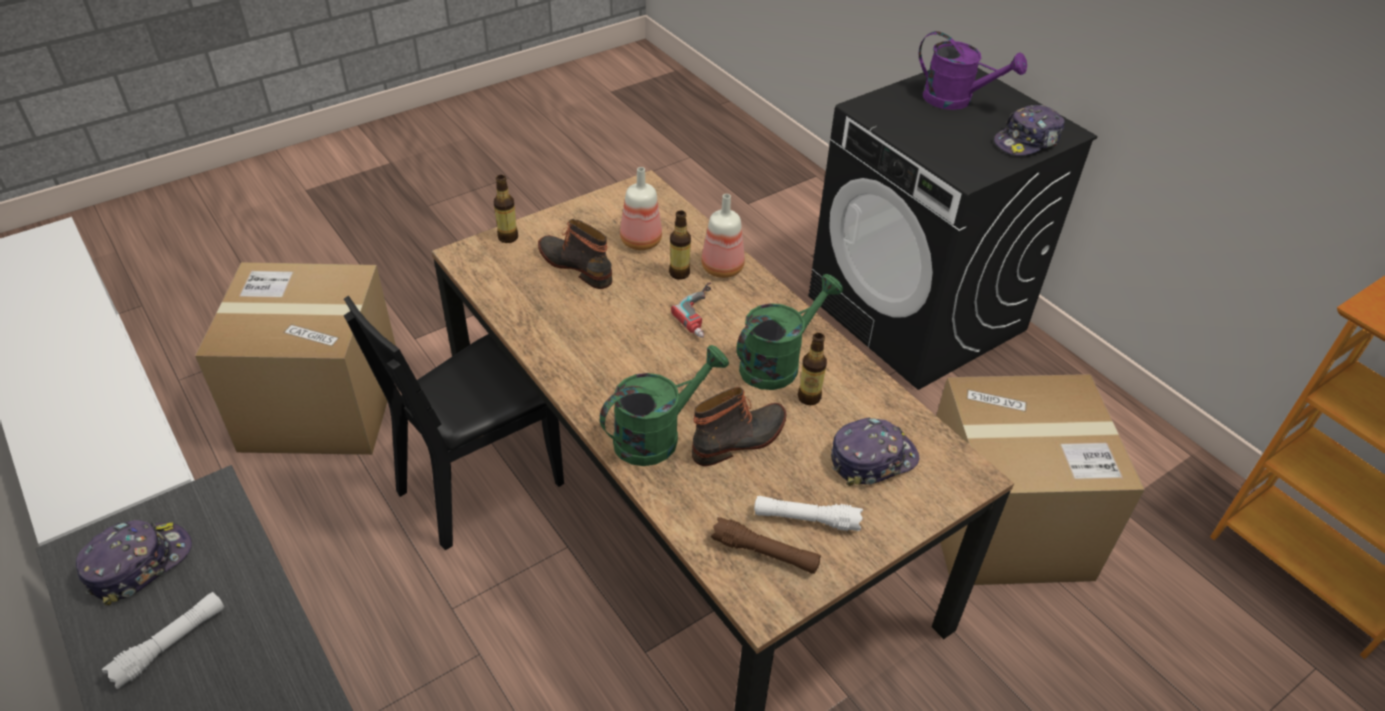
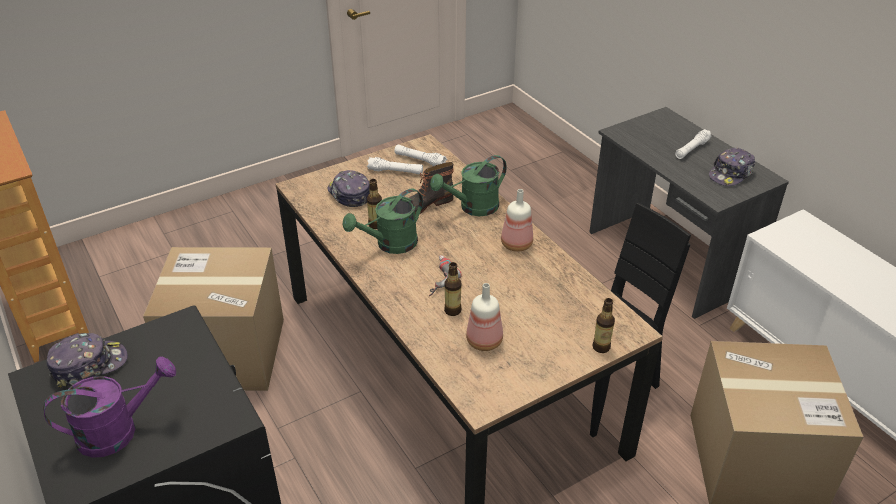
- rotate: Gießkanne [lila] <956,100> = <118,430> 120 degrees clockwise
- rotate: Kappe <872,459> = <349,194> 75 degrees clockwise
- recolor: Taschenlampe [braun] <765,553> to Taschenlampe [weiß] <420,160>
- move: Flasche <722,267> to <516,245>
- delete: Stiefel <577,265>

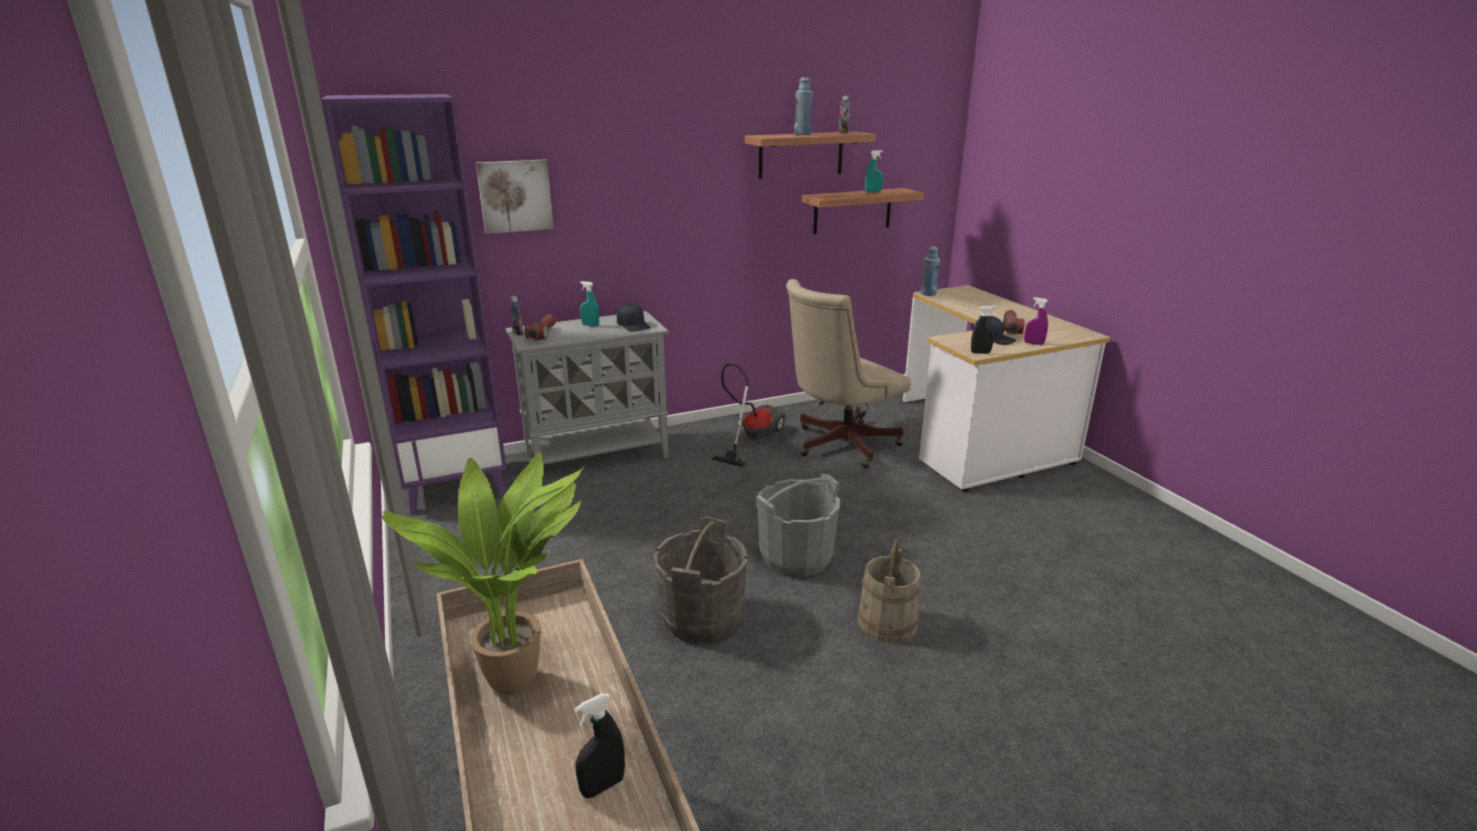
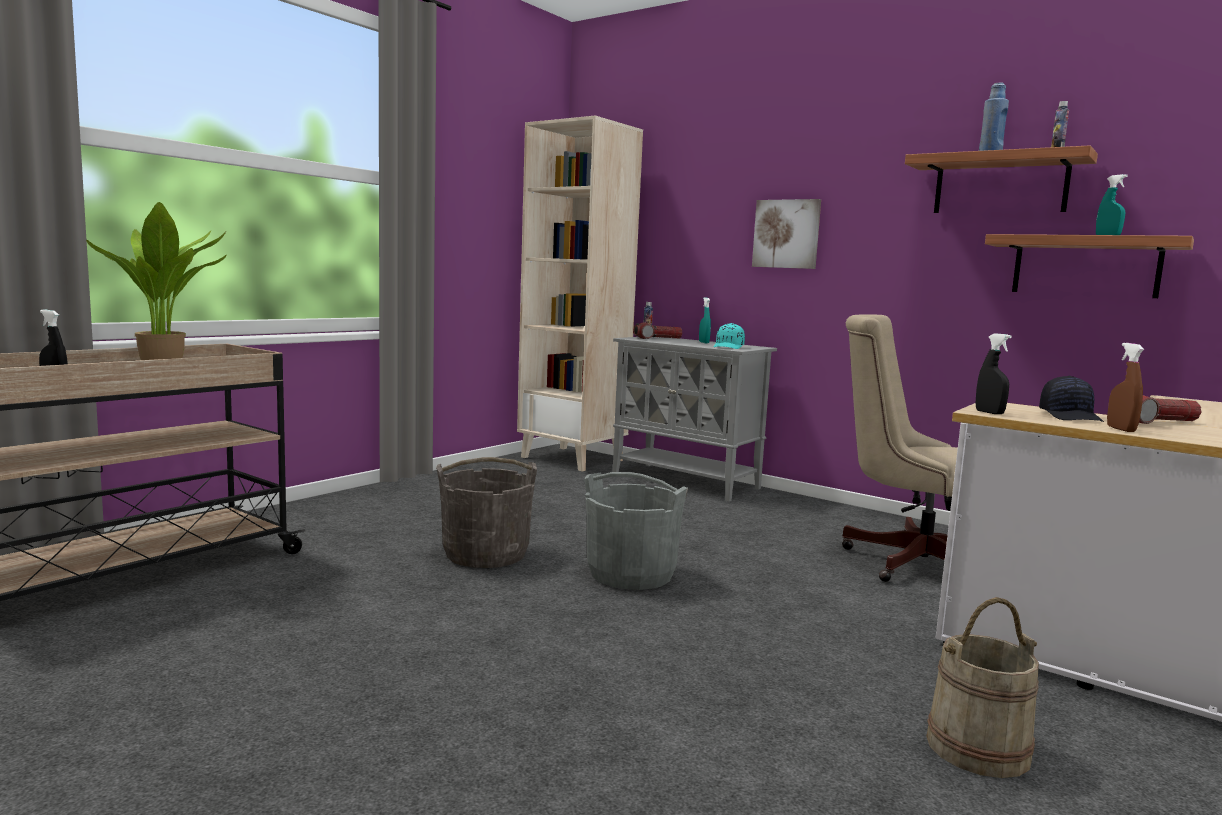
- recolor: Bücherregal [lila] <457,486> to Bücherregal [beige] <573,459>
- recolor: Kappe [schwarz] <634,326> to Kappe [türkis] <729,347>
- move: Bild <515,196> to <786,234>
- move: Eimer [beige] <888,622> to <978,748>
- recolor: Sprühflasche [lila] <1033,343> to Sprühflasche [braun] <1121,429>
- delete: Staubsauger <751,438>
- delete: Flasche [blau] <928,294>

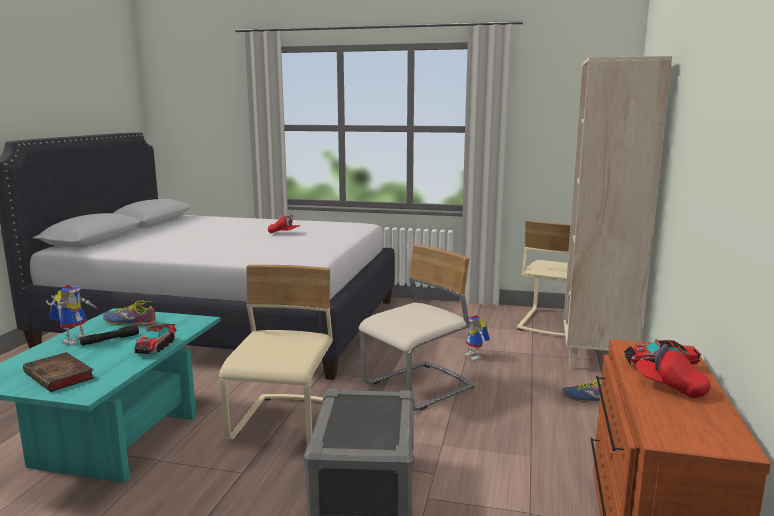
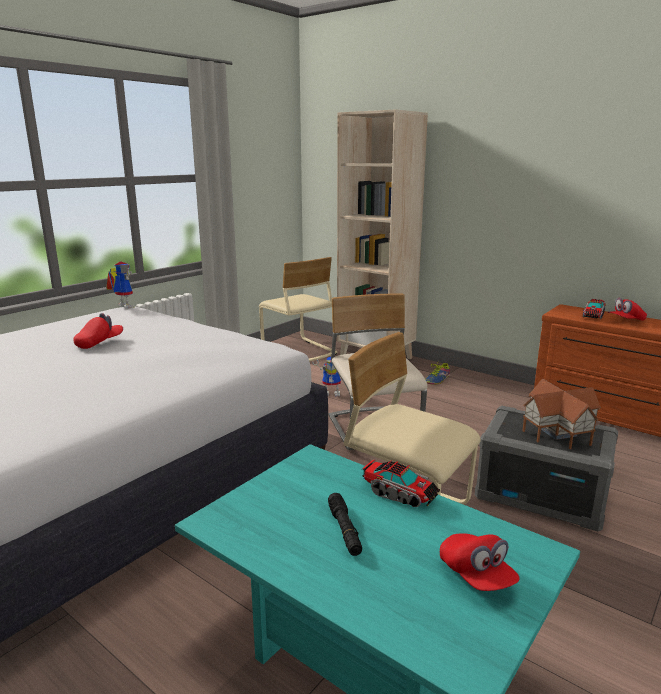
- move: Spielzeugroboter <75,339> to <122,307>
- replace: Buch <60,376> to Kappe [rot] <476,576>
- insert: Spielzeughaus <557,432>
- delete: Schuh <129,322>

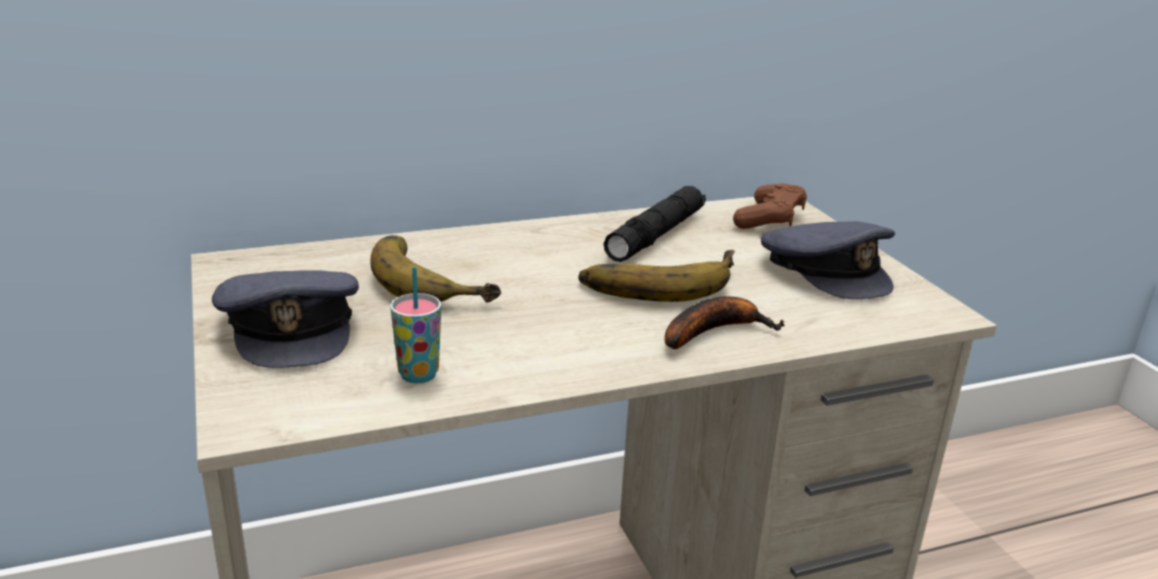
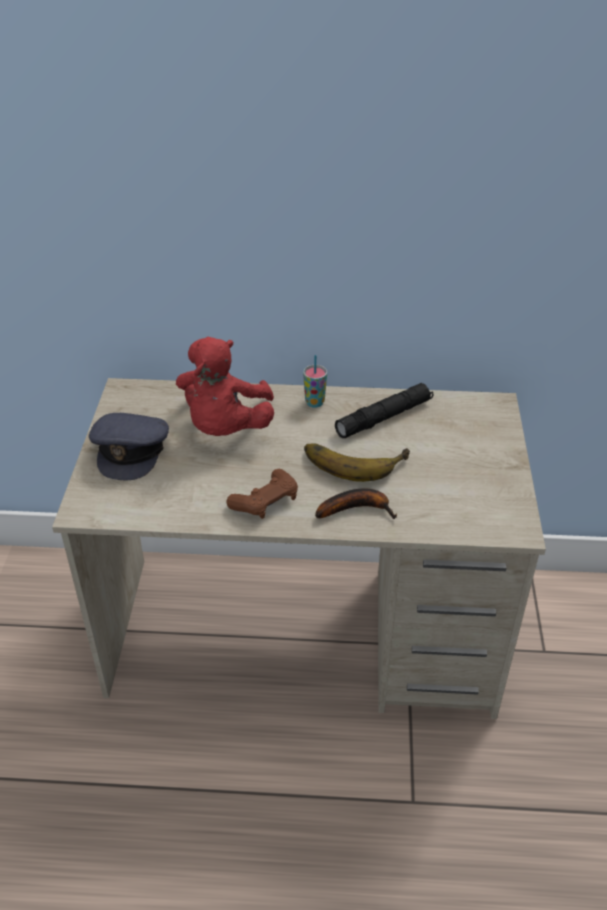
- replace: Banane <434,278> to Plüschtier [rot] <225,428>
- move: Gamepad [braun] <769,219> to <265,502>
- move: Tasse <418,375> to <314,402>
- delete: Kappe [grau] <827,270>

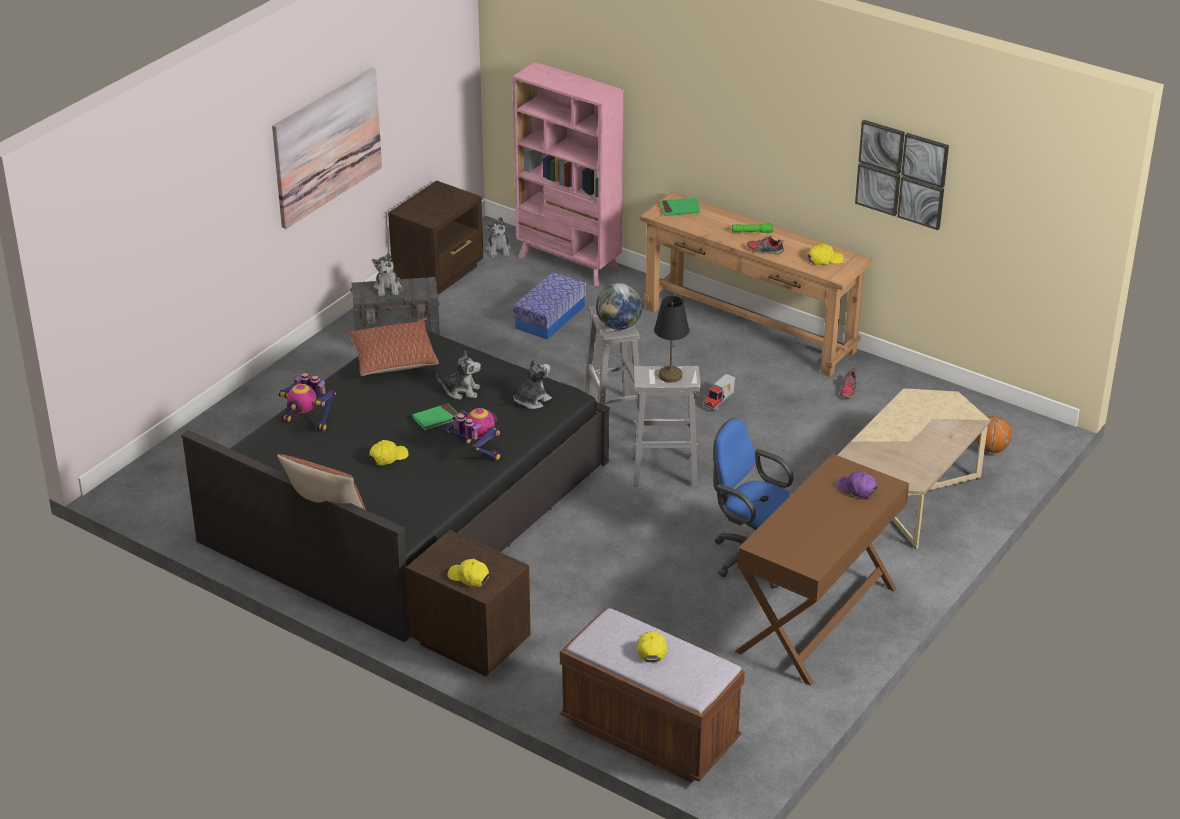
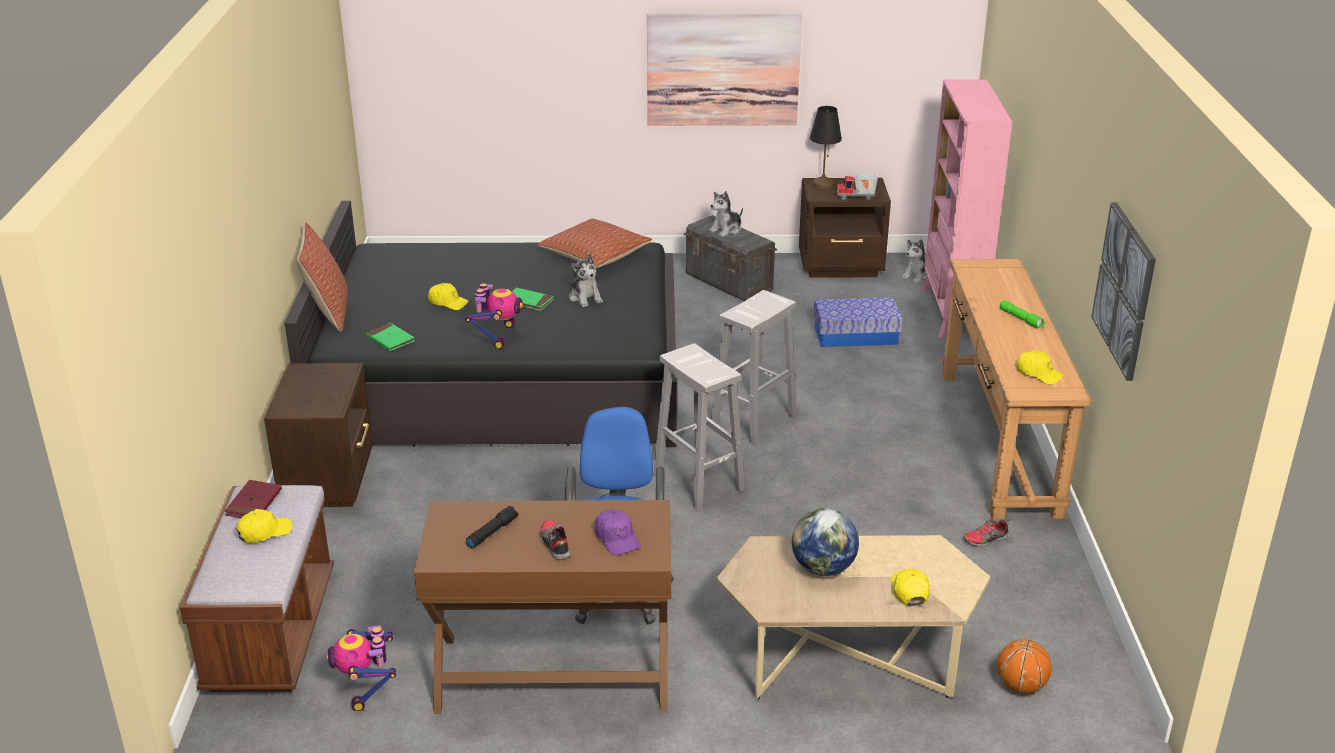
- insert: Buch [rot] <254,503>
- move: Spielzeugroboter <307,422> to <367,688>
- move: Buch [grün] <680,209> to <390,339>
- insert: Taschenlampe [schwarz] <492,532>
- move: Schuh <764,251> to <554,545>
- rotate: Kappe [lila] <856,489> = <617,538> 150 degrees clockwise
- move: Globus <619,326> to <823,569>
- move: Tischlampe [schwarz] <670,376> to <822,185>
- move: Spielzeuglaster <720,403> to <856,197>
- move: Kappe [gelb] <469,577> to <909,591>
- delete: Plüschtier <532,401>

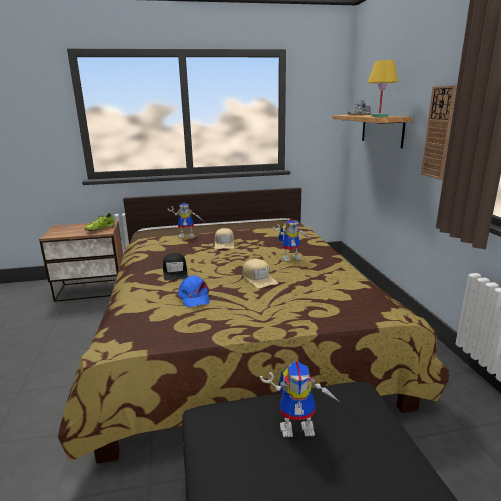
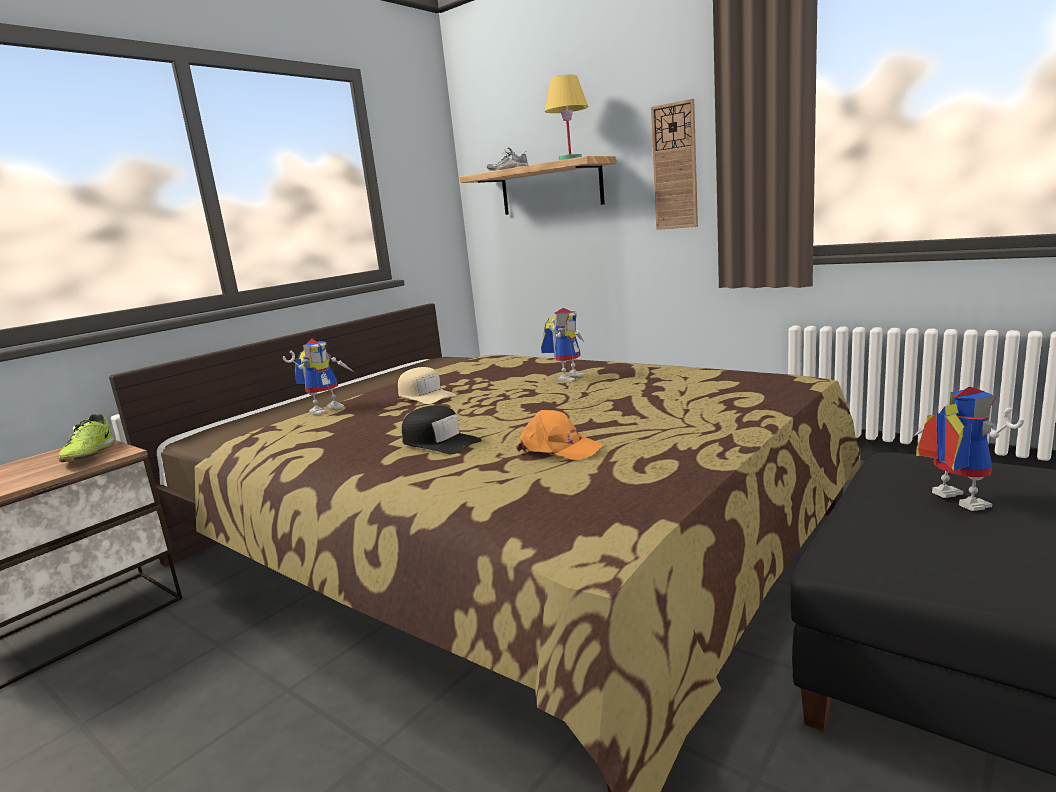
- recolor: Kappe [blau] <194,297> to Kappe [orange] <558,449>
- rotate: Spielzeugroboter <299,426> = <950,500> 60 degrees counterclockwise
- delete: Kappe [beige] <258,278>

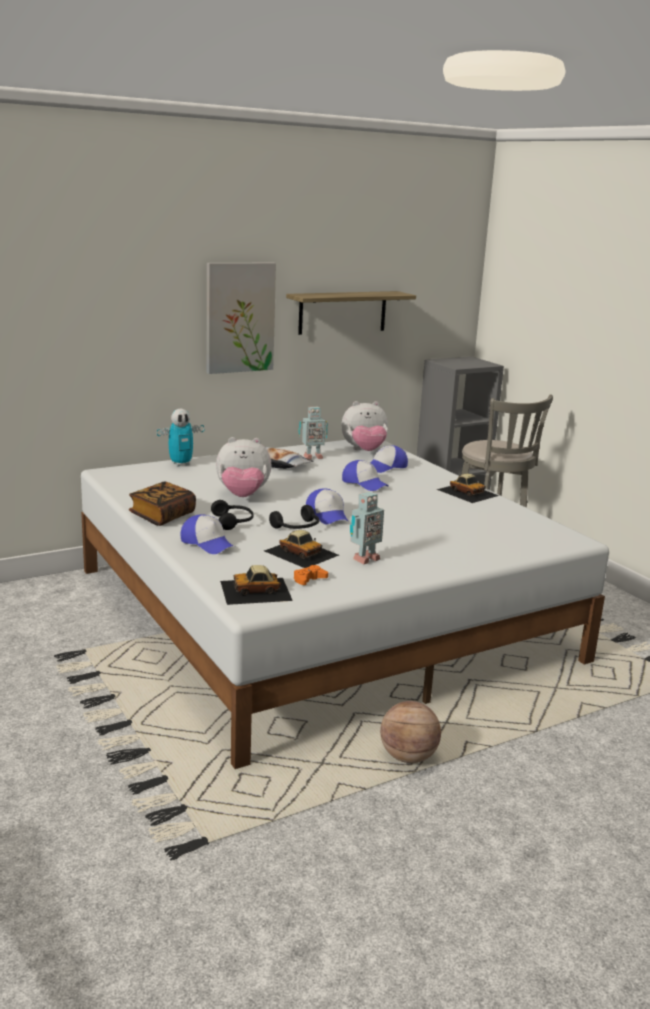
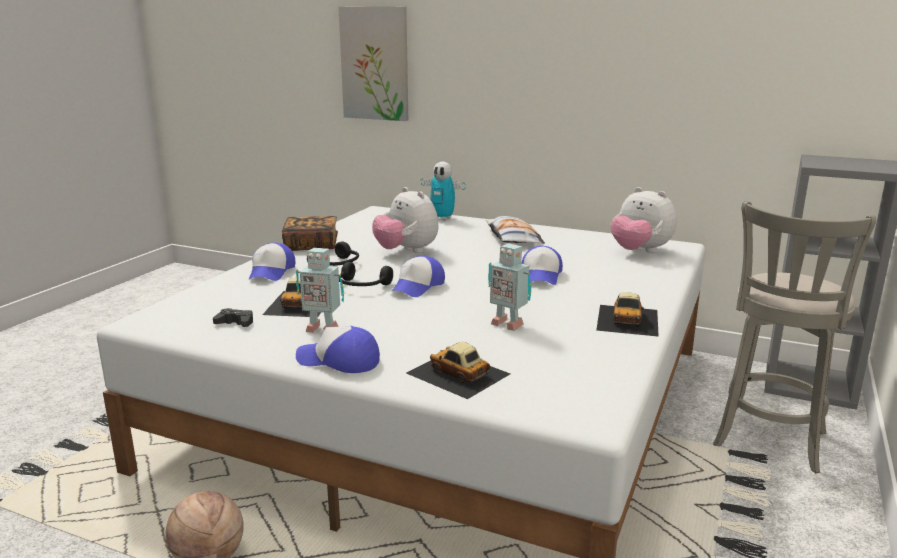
- recolor: Gamepad [orange] <309,579> to Gamepad [schwarz] <235,323>
- move: Kappe <386,467> to <339,361>
- move: Bild <239,317> to <375,63>
- move: Spielzeugauto <256,590> to <458,373>
- move: Spielzeugroboter <312,457> to <507,323>
- delete: Wandregal <342,312>

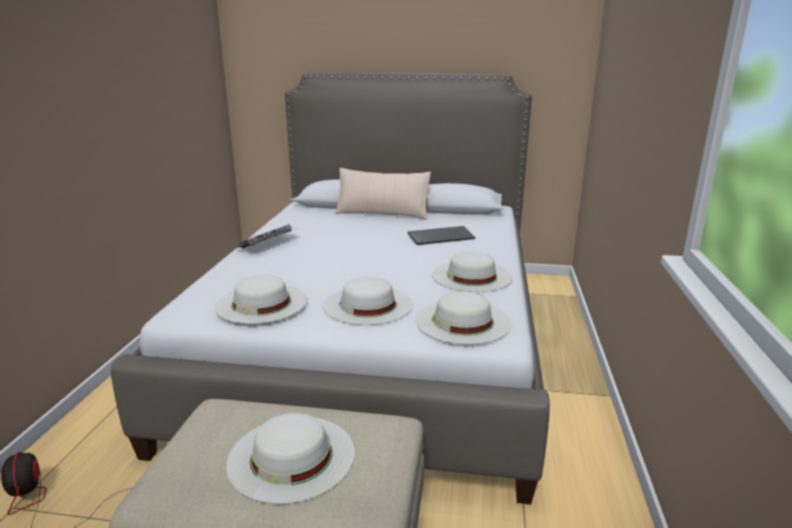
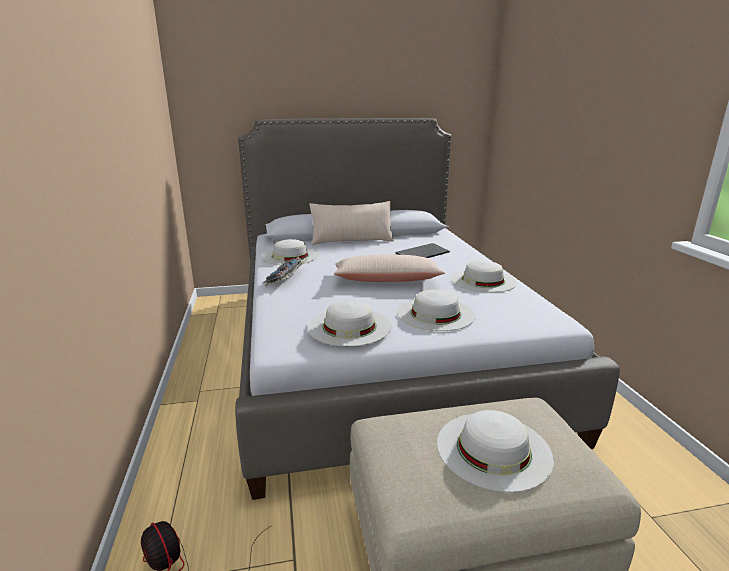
- move: Hut [weiß] <462,321> to <290,256>
- insert: Kissen [beige] <387,280>

